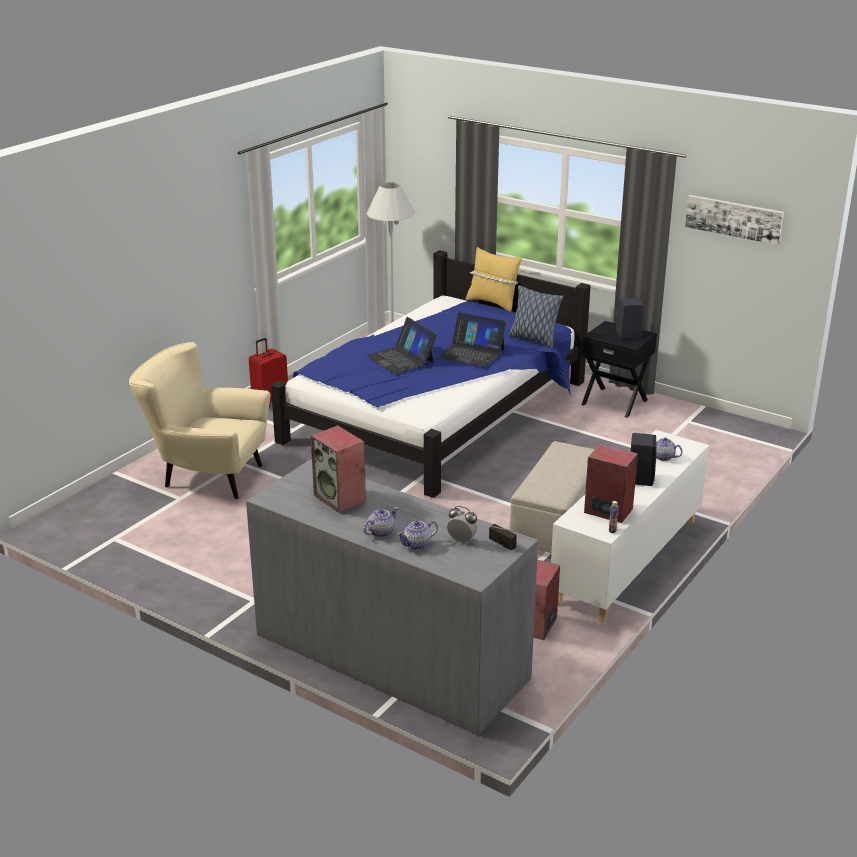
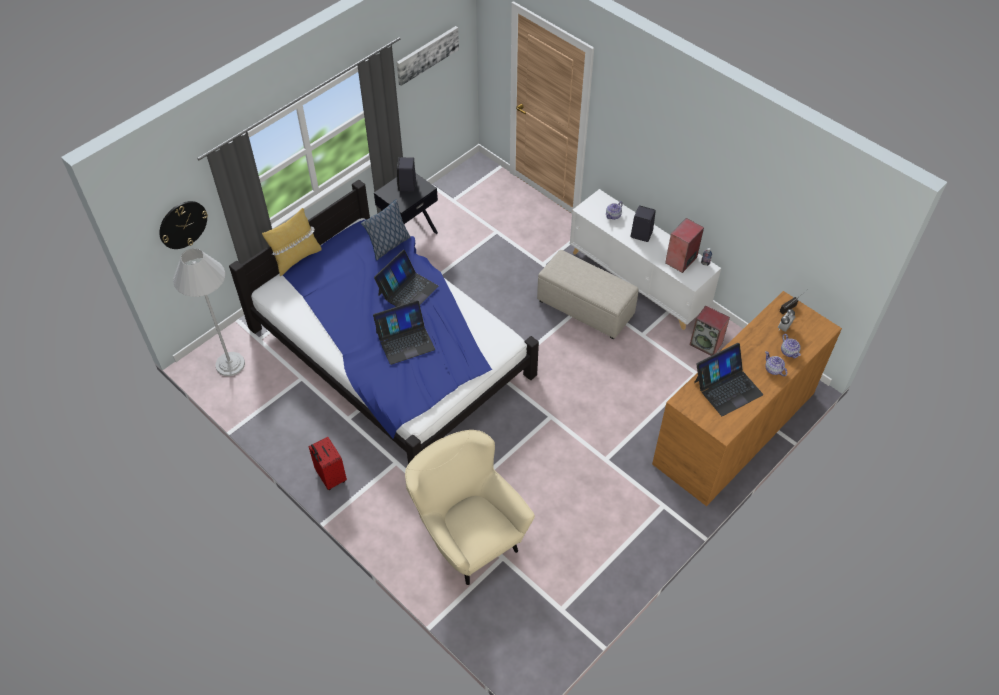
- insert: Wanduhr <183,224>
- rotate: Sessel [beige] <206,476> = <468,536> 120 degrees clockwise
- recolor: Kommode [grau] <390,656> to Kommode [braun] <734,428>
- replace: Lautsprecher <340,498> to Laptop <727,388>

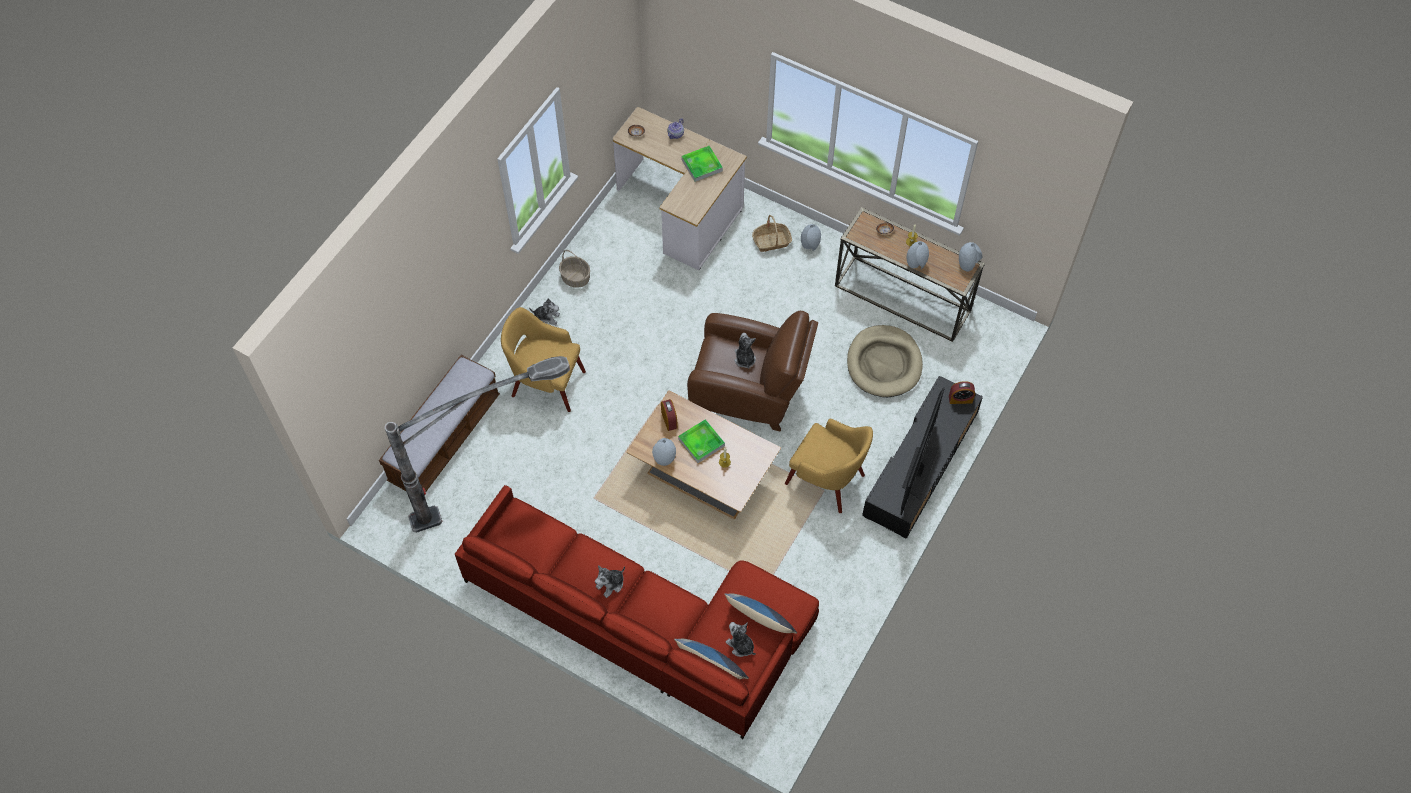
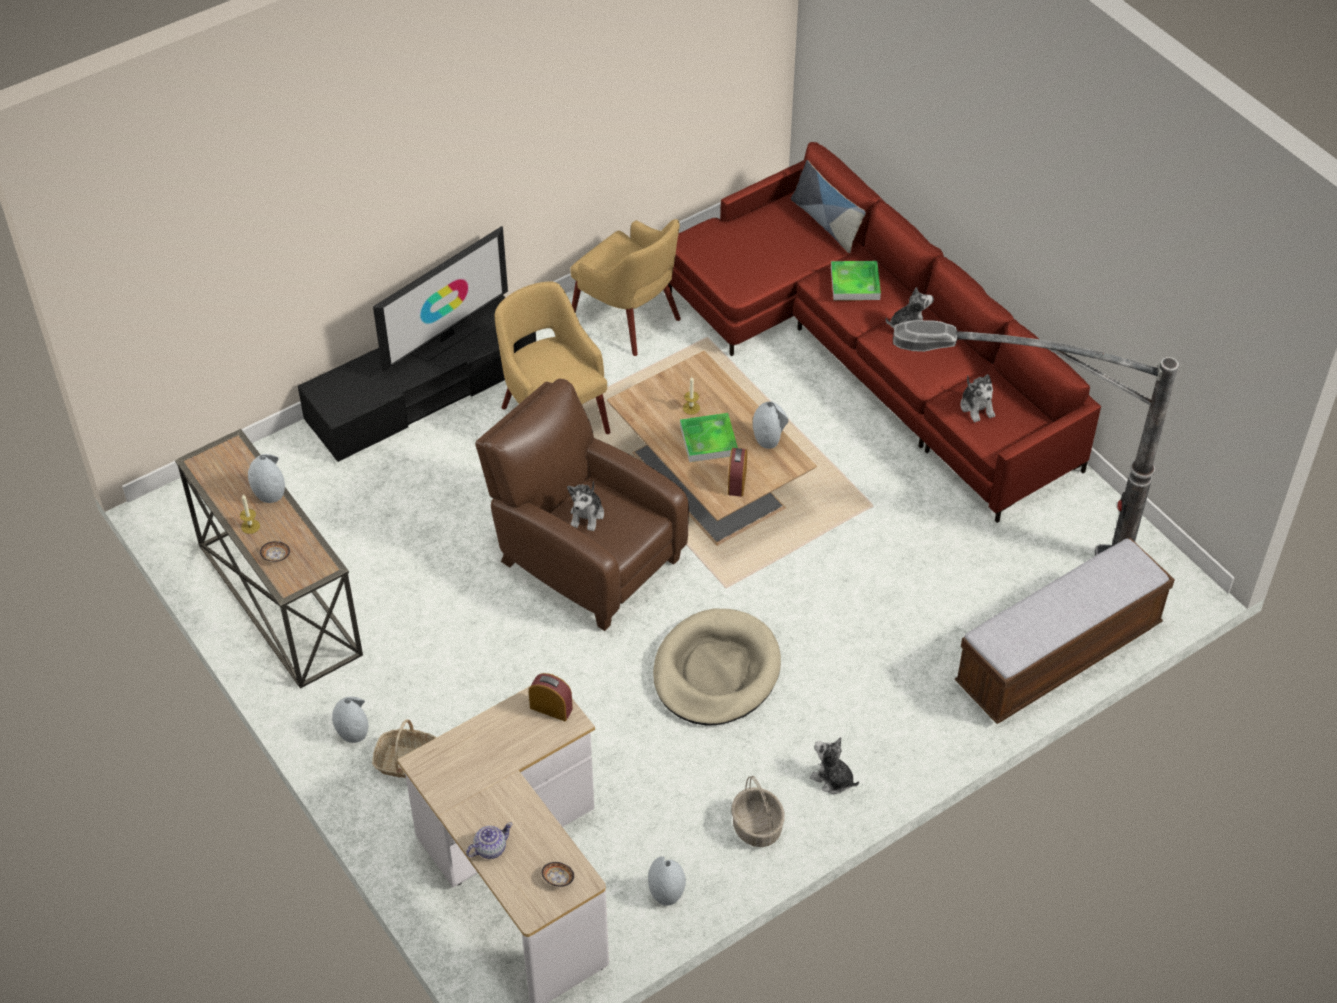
- move: Wecker <960,399> to <551,708>
- move: Sessel [gelb] <546,383> to <628,319>
- move: Vase [grau] <967,264> to <666,894>
- move: Hundebett [beige] <884,363> to <716,671>
- move: Tablett <702,165> to <855,283>
- move: Plüschtier <740,645> to <977,407>
- delete: Kissen <760,620>

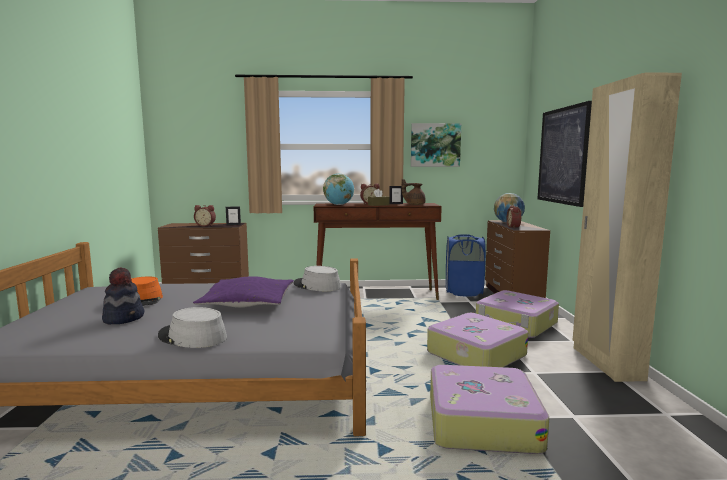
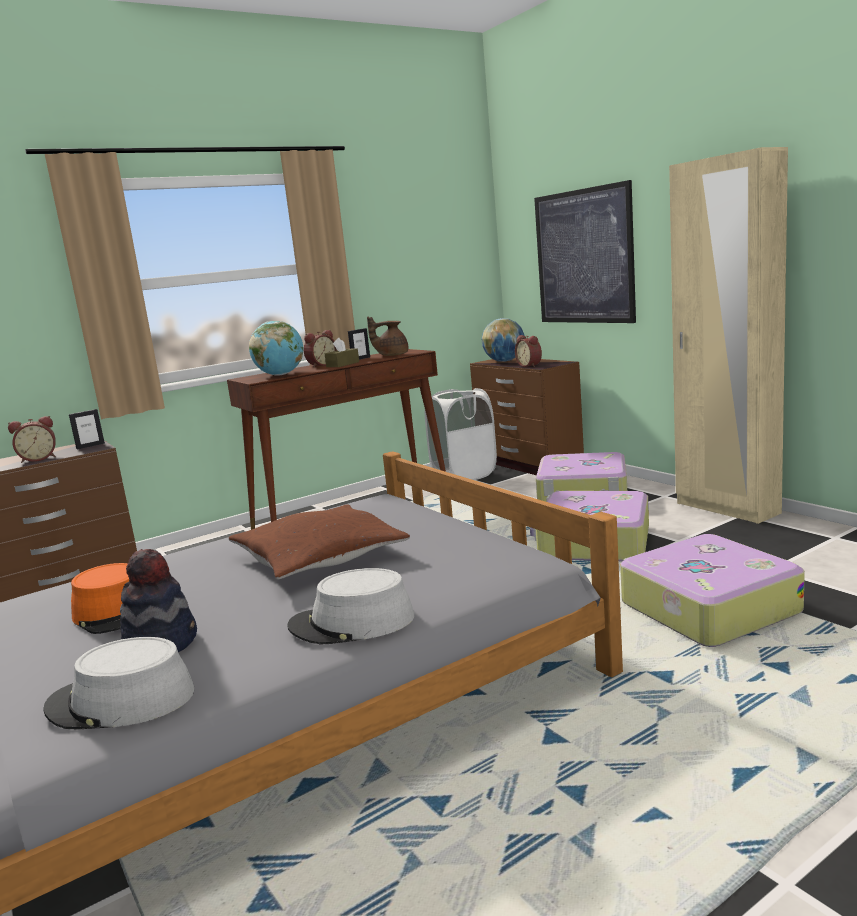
- move: Hut [grau] <317,286> to <121,701>
- recolor: Kissen [lila] <248,303> to Kissen [braun] <319,557>
- recolor: Wäschekorb [blau] <463,292> to Wäschekorb [weiß] <464,475>
- delete: Bild <435,145>

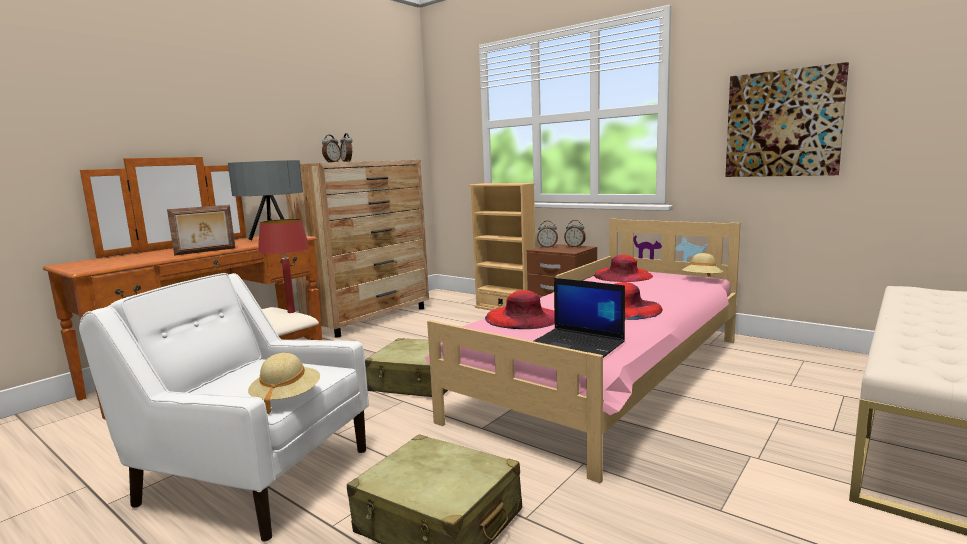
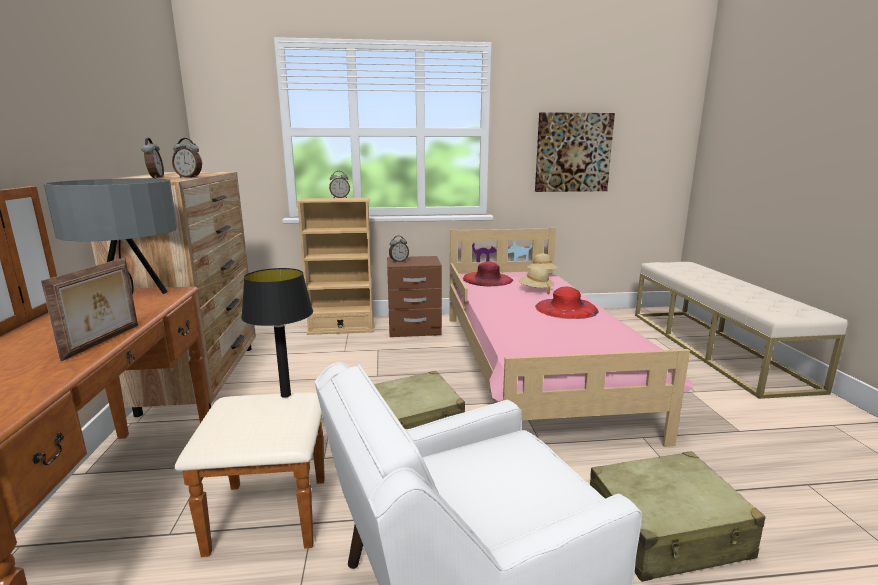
- recolor: Tischlampe [rot] <291,312> to Tischlampe [schwarz] <285,395>
- move: Wecker <575,246> to <340,198>
- move: Hut [beige] <286,398> to <535,290>
- delete: Hut [rot] <523,317>
- delete: Laptop <578,344>

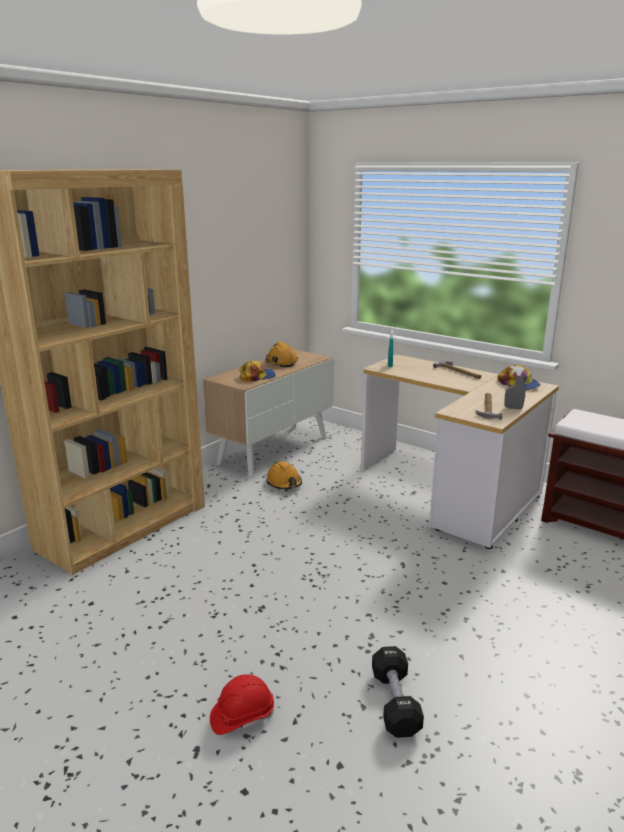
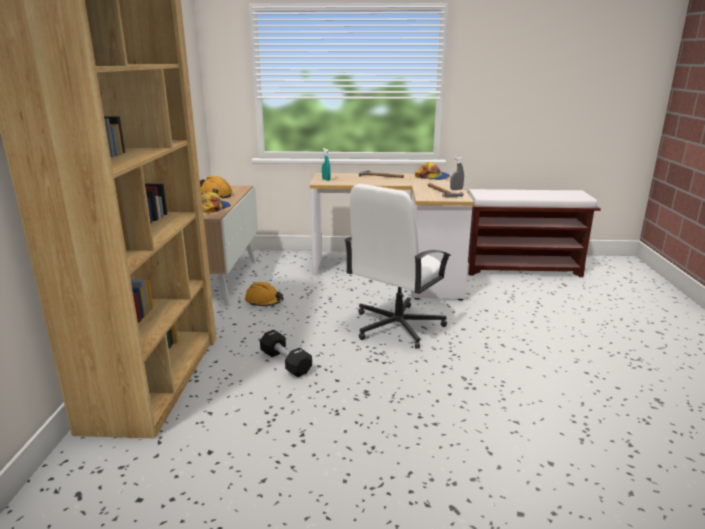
- move: Hantel [schwarz] <395,703> to <286,363>
- insert: Bürostuhl [weiß] <396,326>
- delete: Schutzhelm [rot] <242,716>

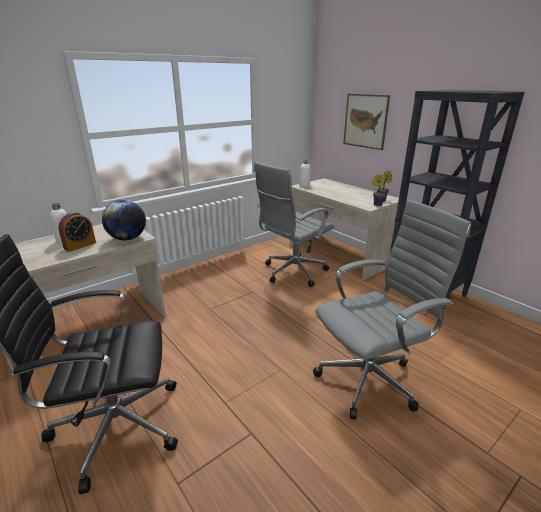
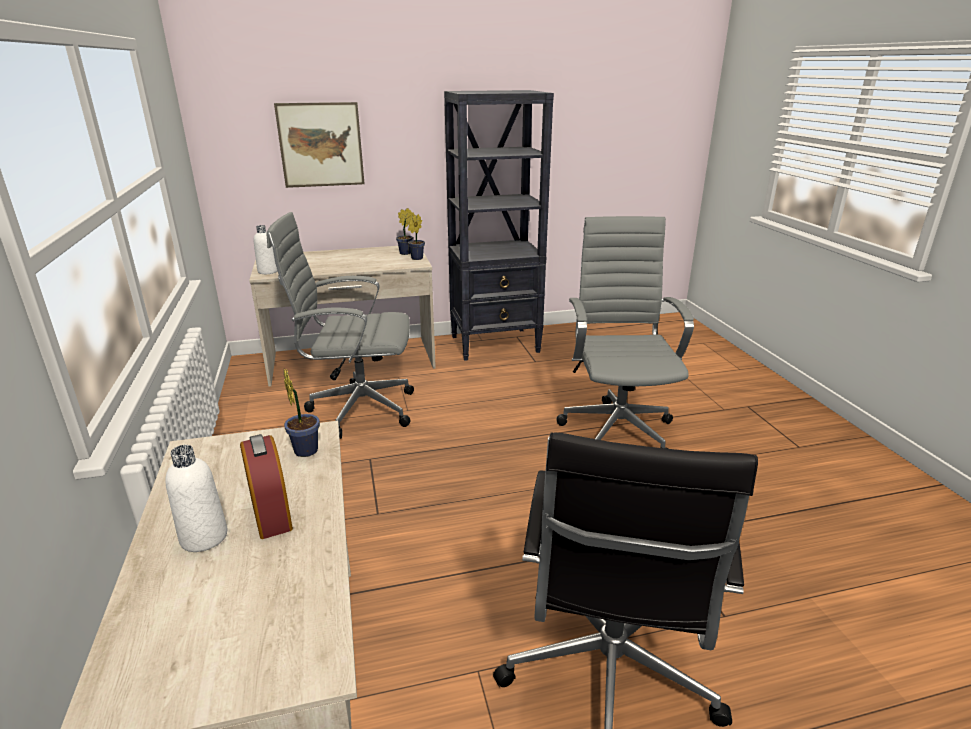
- rotate: Bürostuhl [grau] <292,273> = <357,410> 105 degrees clockwise
- replace: Globus <128,238> to Topfpflanze <305,449>

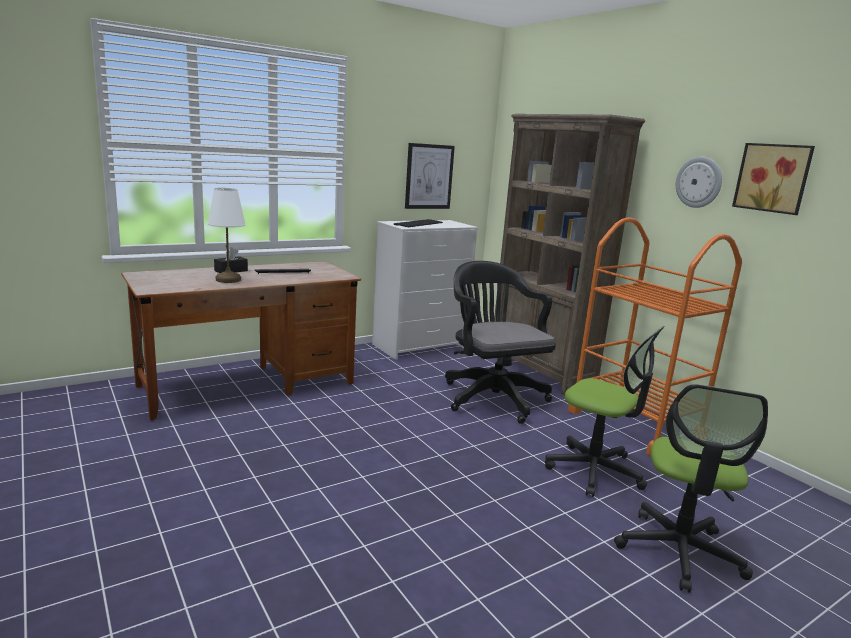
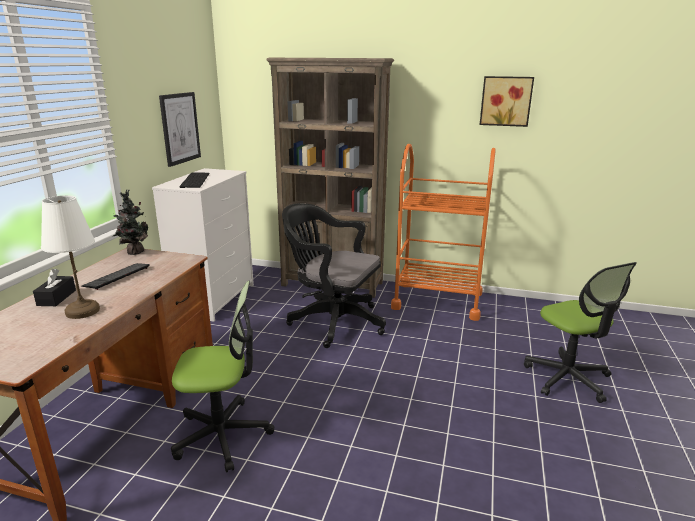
- insert: Topfpflanze <134,252>
- move: Bürostuhl <594,470> to <222,435>
- delete: Wanduhr <699,182>

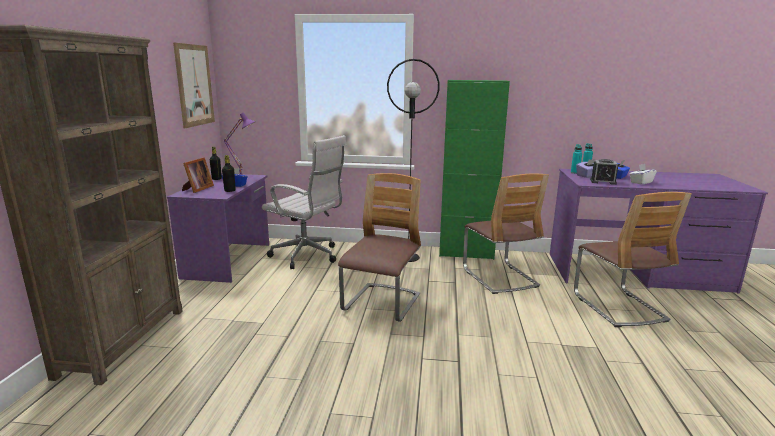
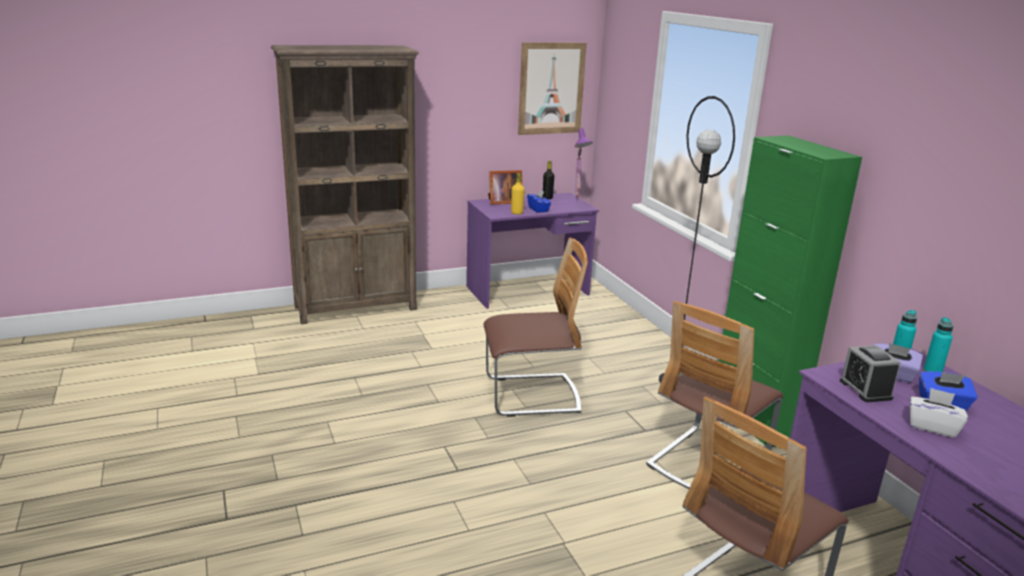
- recolor: Flasche [schwarz] <230,191> to Flasche [gelb] <517,213>
- delete: Bürostuhl [weiß] <308,256>

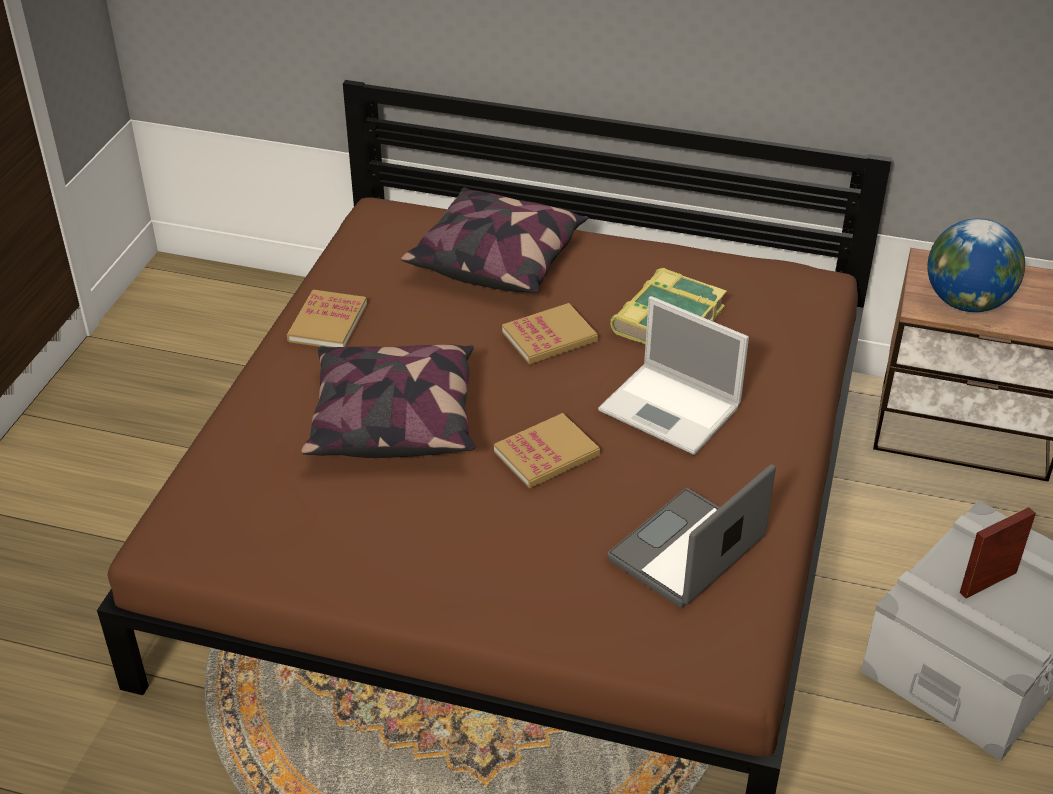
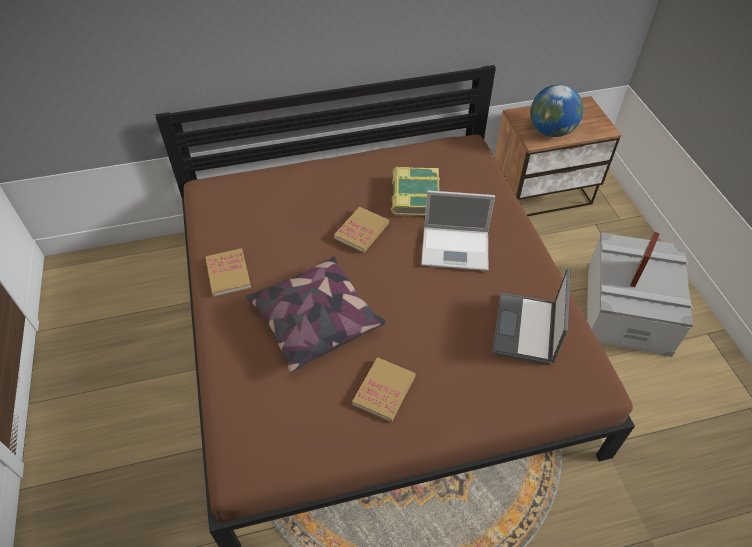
- move: Buch <546,454> to <384,390>
- delete: Kissen <497,260>

